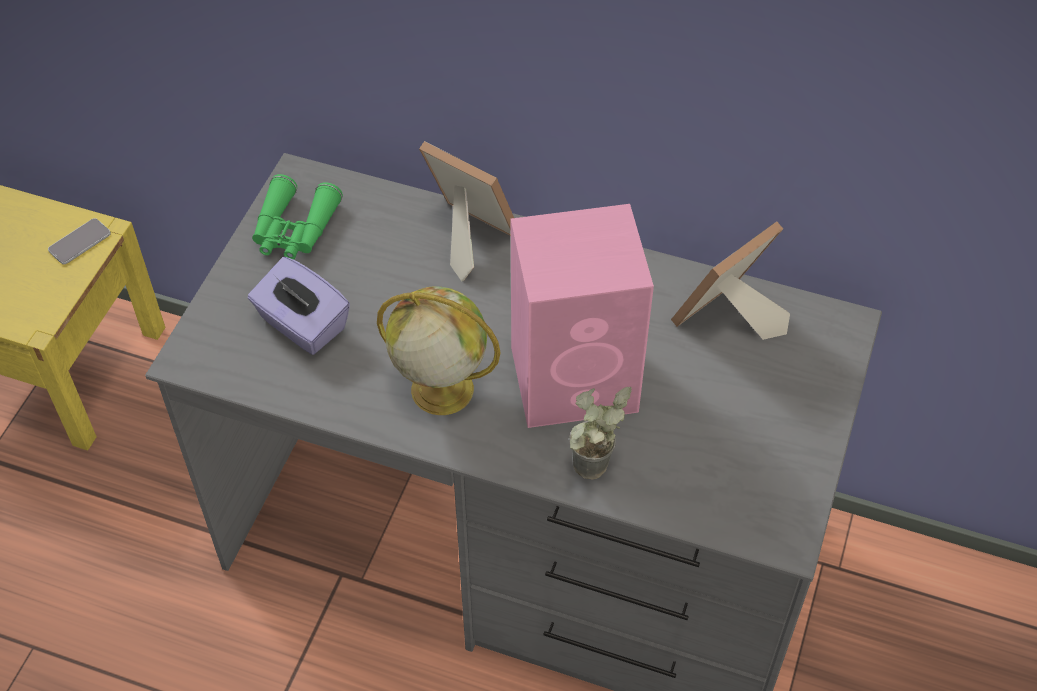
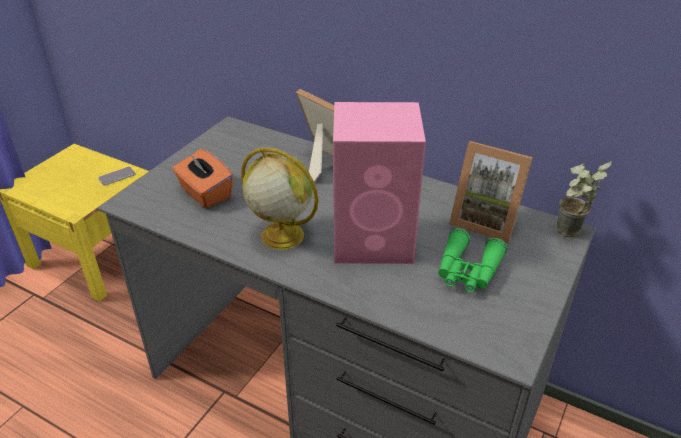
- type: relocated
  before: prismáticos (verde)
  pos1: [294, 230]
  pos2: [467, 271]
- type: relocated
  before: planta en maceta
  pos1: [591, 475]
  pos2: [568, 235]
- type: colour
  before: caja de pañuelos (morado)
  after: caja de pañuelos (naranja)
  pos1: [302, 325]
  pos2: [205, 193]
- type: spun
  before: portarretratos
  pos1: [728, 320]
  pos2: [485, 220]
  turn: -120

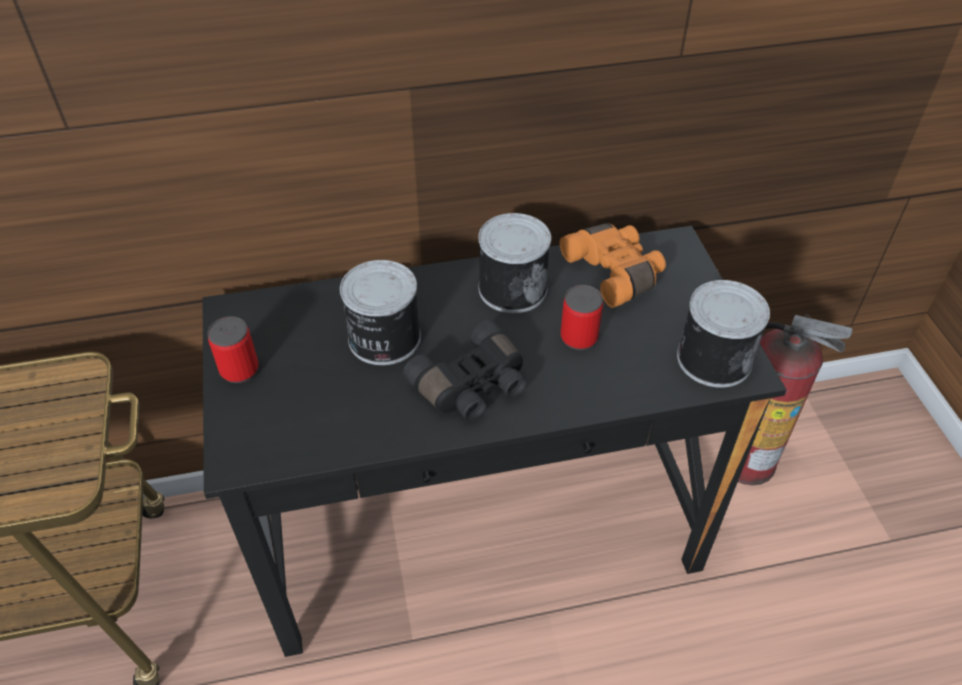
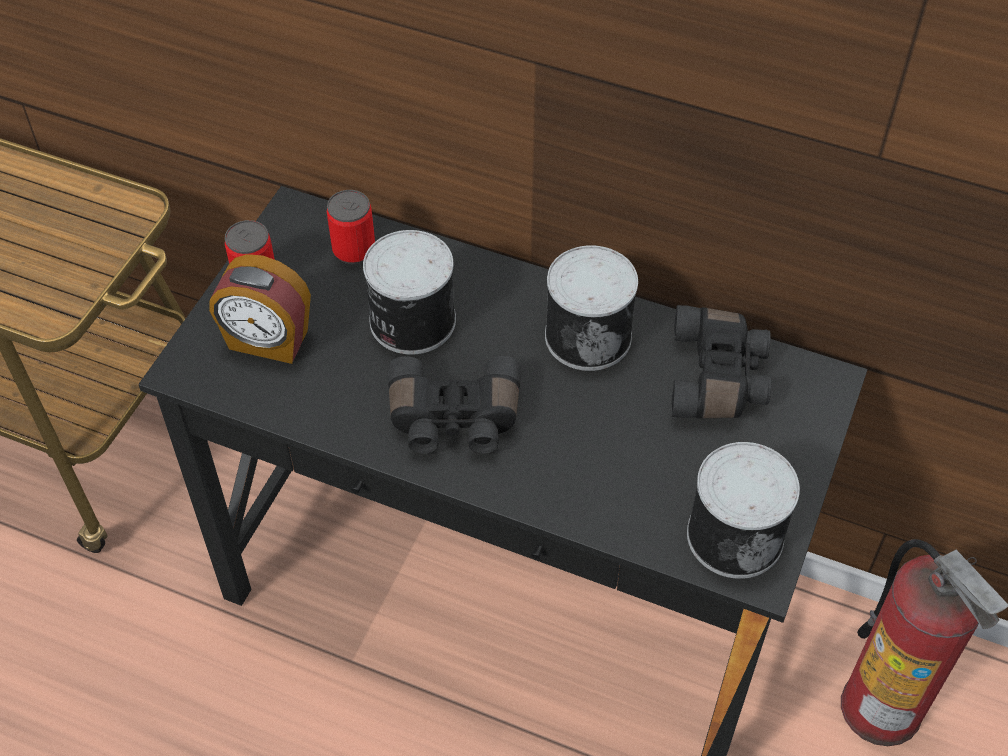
- type: appeared
  after: despertador
  pos2: [267, 341]
- type: relocated
  before: lata
  pos1: [579, 337]
  pos2: [354, 250]
- type: colour
  before: prismáticos (naranja)
  after: prismáticos (negro)
  pos1: [615, 272]
  pos2: [719, 377]

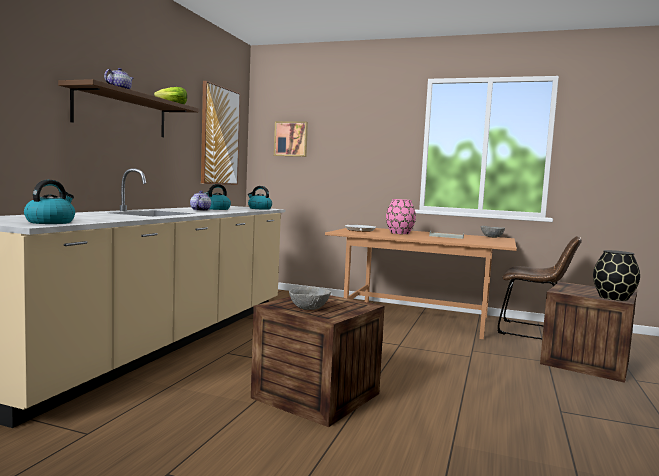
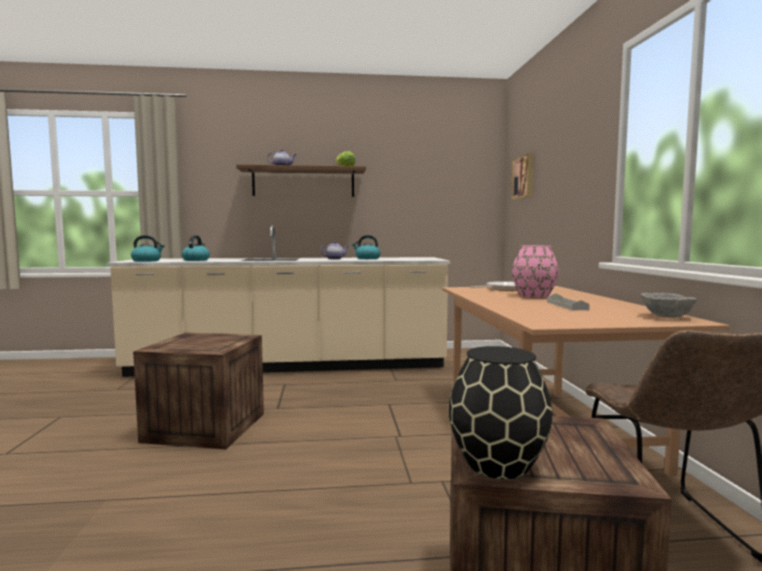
- type: missing
  before: cuadro
  pos1: [219, 136]
- type: missing
  before: cuenco (gris)
  pos1: [309, 309]
- type: relocated
  before: hervidor
  pos1: [259, 208]
  pos2: [196, 260]

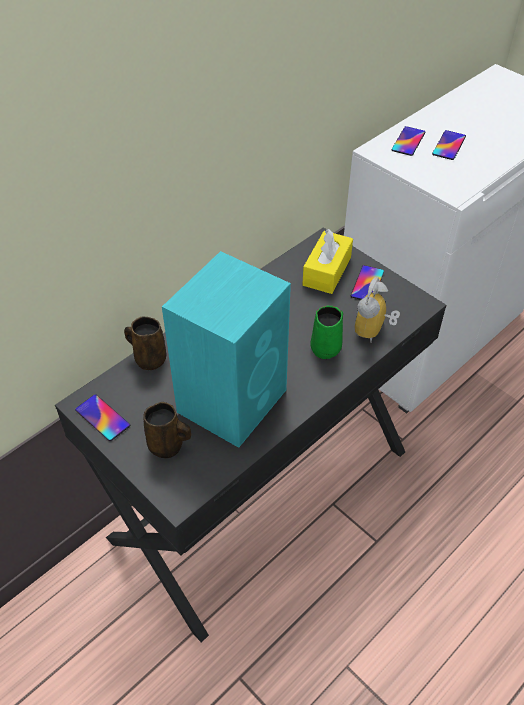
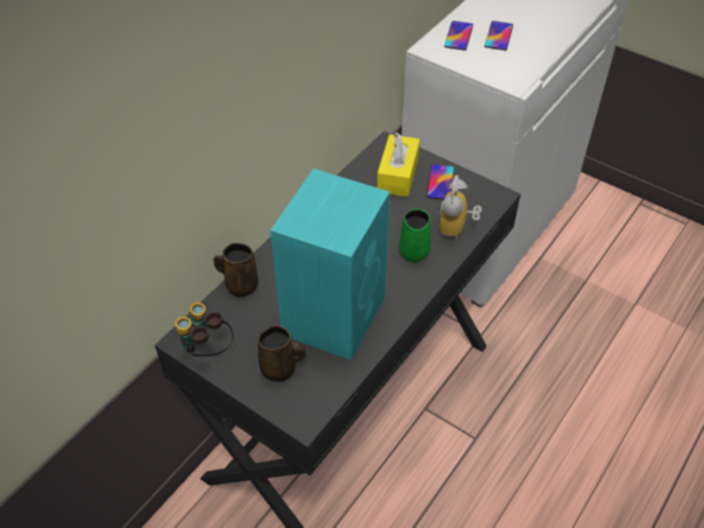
- type: exchanged
  before: móvil
  after: prismáticos
  pos1: [102, 418]
  pos2: [207, 351]

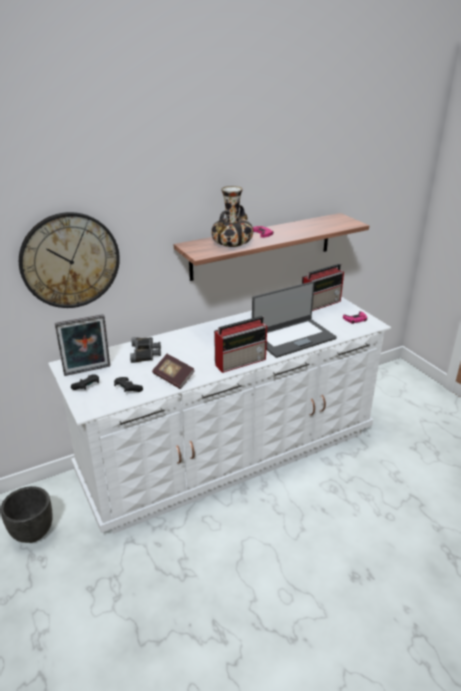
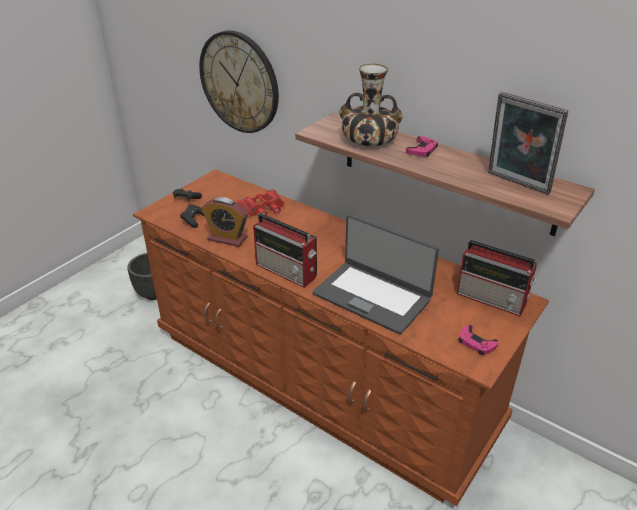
- type: relocated
  before: portarretratos
  pos1: [87, 371]
  pos2: [516, 184]
- type: exchanged
  before: libro
  after: despertador
  pos1: [173, 378]
  pos2: [227, 238]
- type: colour
  before: cómoda (blanco)
  after: cómoda (marrón)
  pos1: [229, 452]
  pos2: [319, 377]
- type: colour
  before: prismáticos (negro)
  after: prismáticos (rojo)
  pos1: [145, 353]
  pos2: [263, 208]

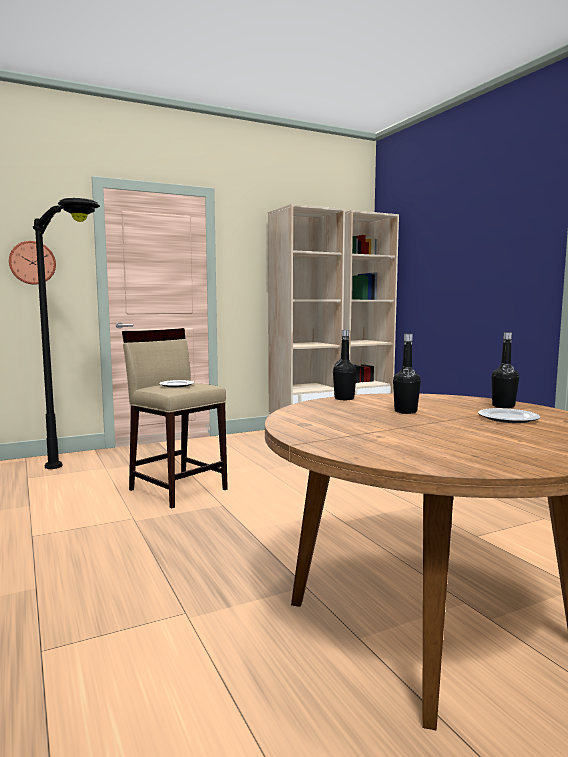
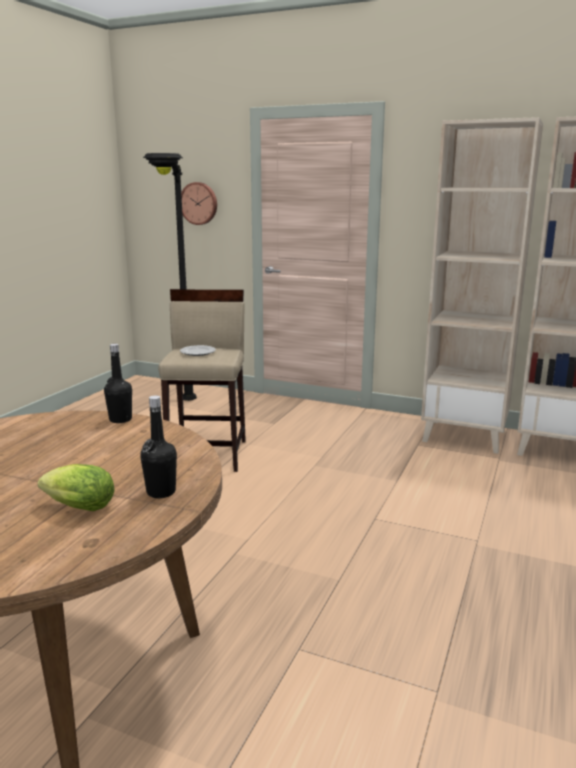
- type: missing
  before: botella (negro)
  pos1: [405, 411]
- type: exchanged
  before: plato
  after: lechuga
  pos1: [508, 418]
  pos2: [76, 507]

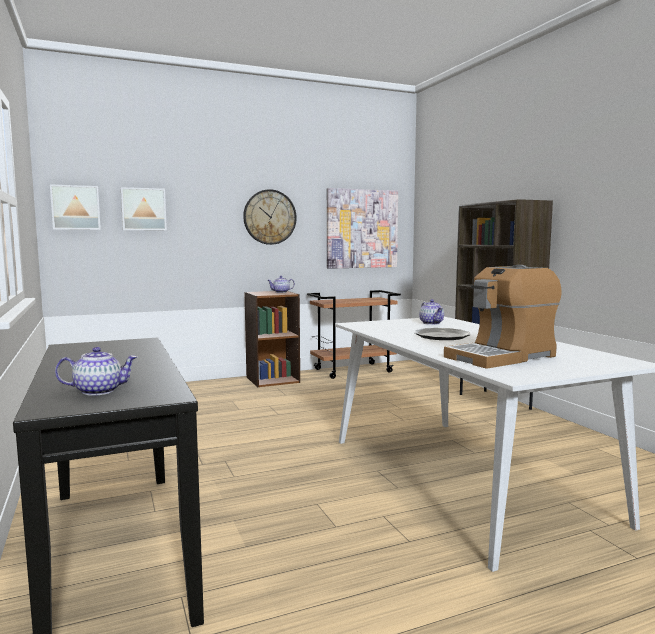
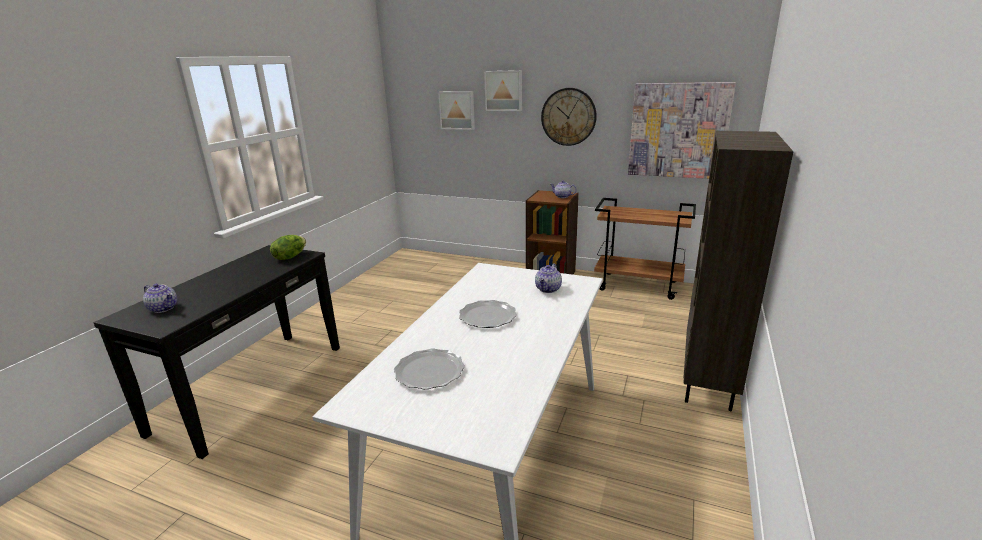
- type: appeared
  after: lechuga
  pos2: [290, 257]
- type: relocated
  before: cuadro
  pos1: [75, 207]
  pos2: [504, 90]
- type: exchanged
  before: cafetera
  after: plato
  pos1: [502, 357]
  pos2: [429, 372]

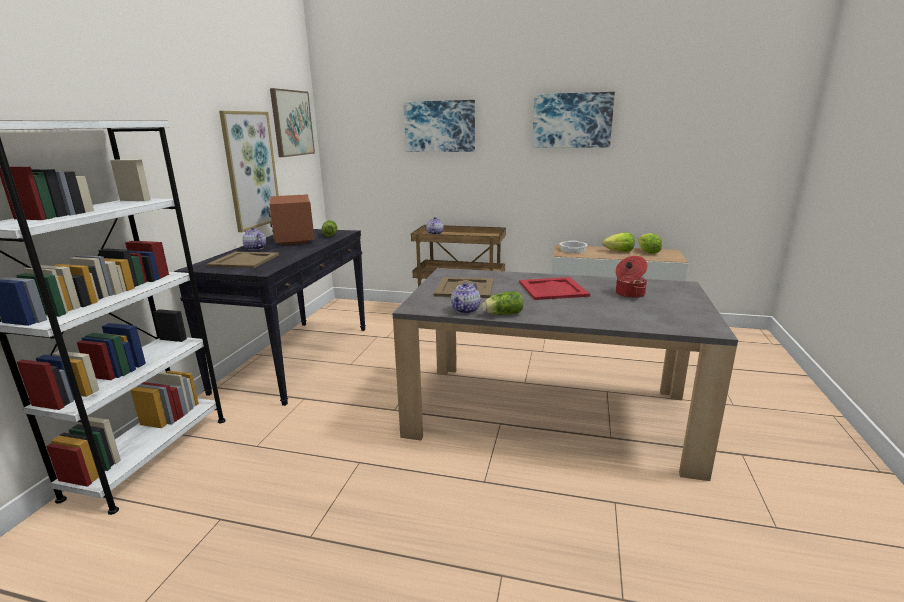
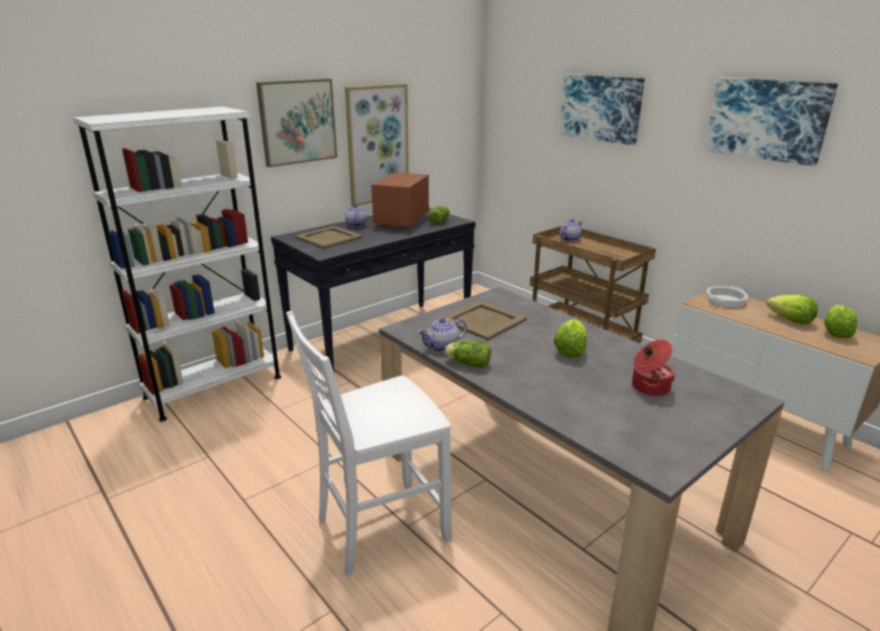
- type: appeared
  after: silla (blanco)
  pos2: [379, 528]
- type: relocated
  before: cuadro
  pos1: [292, 123]
  pos2: [297, 122]
- type: exchanged
  before: bandeja (rojo)
  after: lechuga
  pos1: [552, 289]
  pos2: [570, 351]

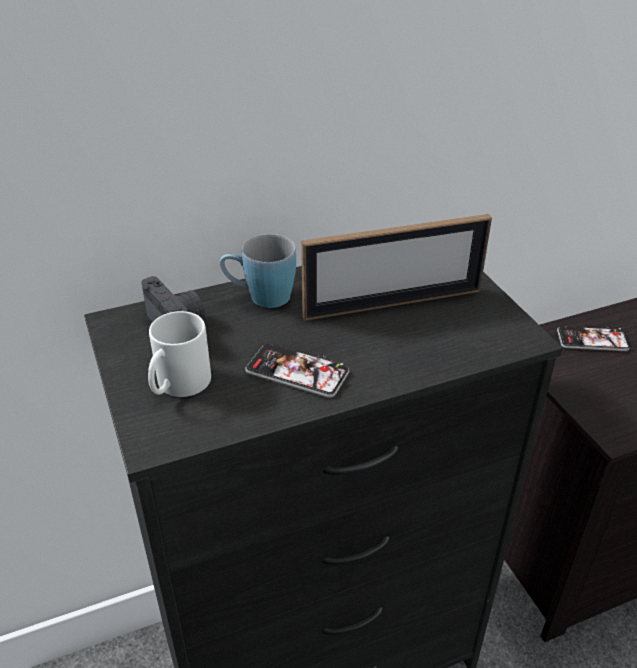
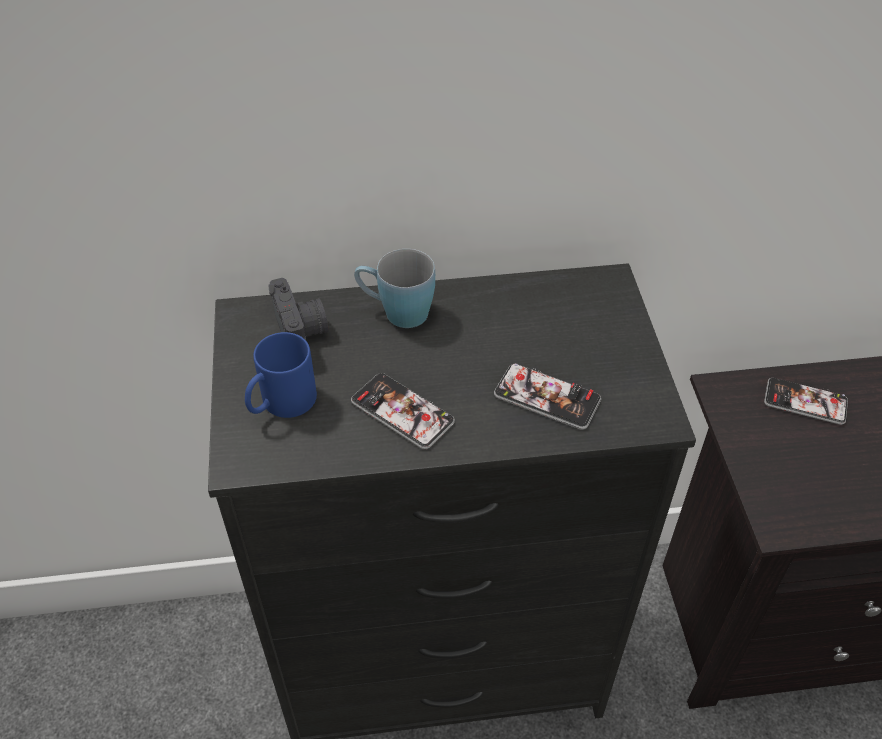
- type: missing
  before: portarretratos
  pos1: [393, 303]
- type: appeared
  after: móvil
  pos2: [547, 397]
- type: colour
  before: taza grande (blanco)
  after: taza grande (azul)
  pos1: [178, 386]
  pos2: [281, 404]

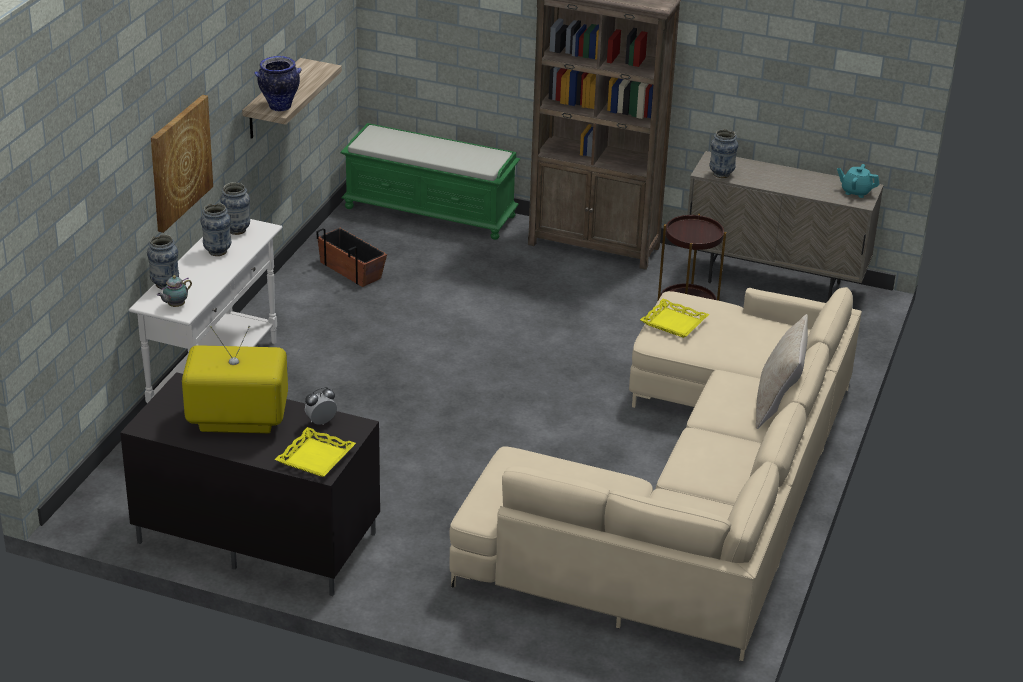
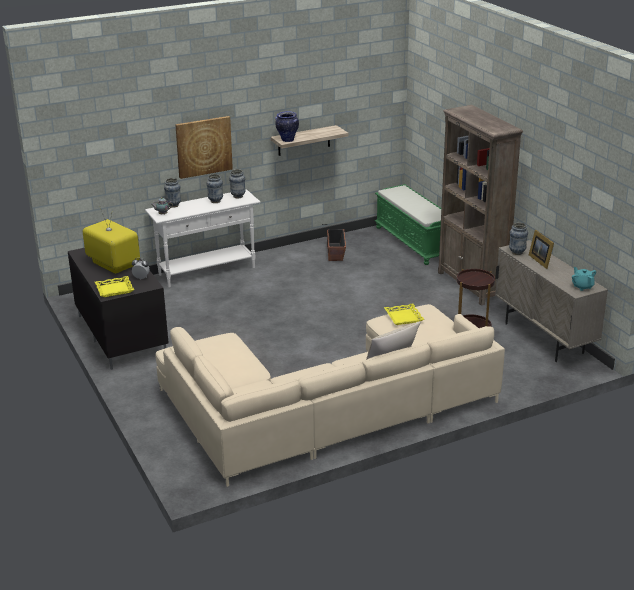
- type: appeared
  after: portarretratos
  pos2: [540, 260]

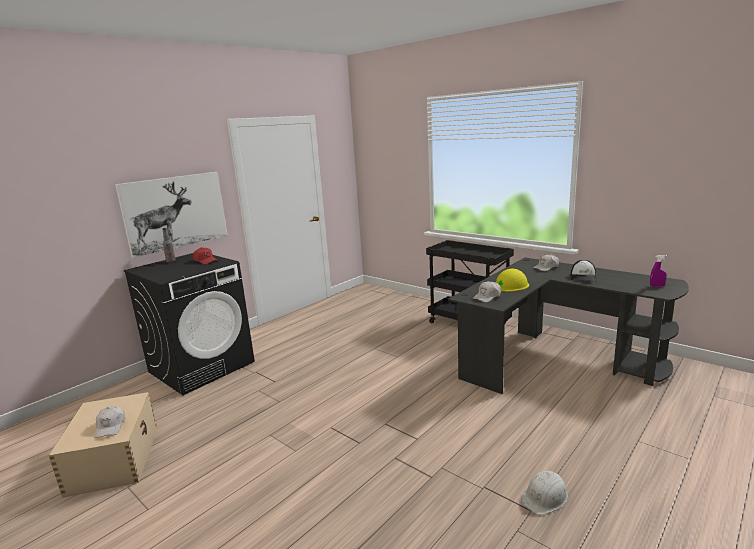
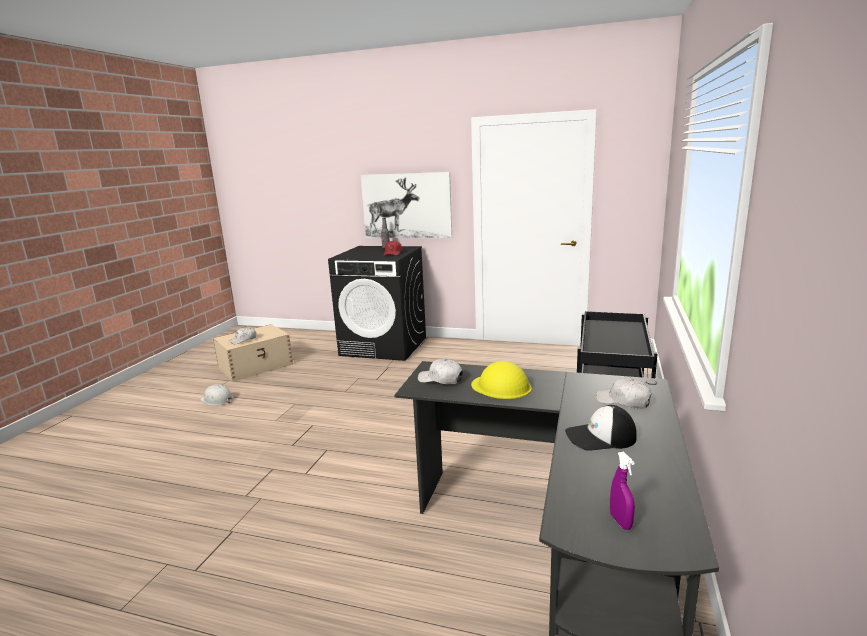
- type: relocated
  before: casco (blanco)
  pos1: [545, 497]
  pos2: [217, 400]

